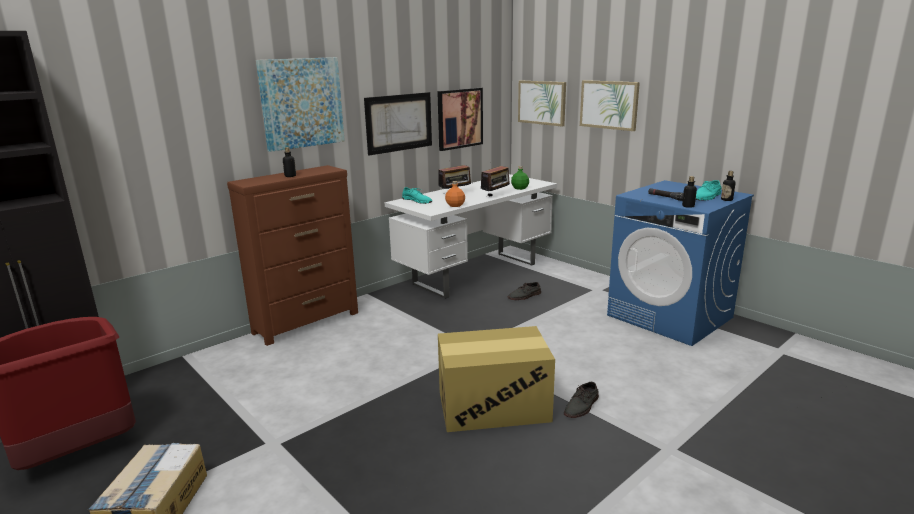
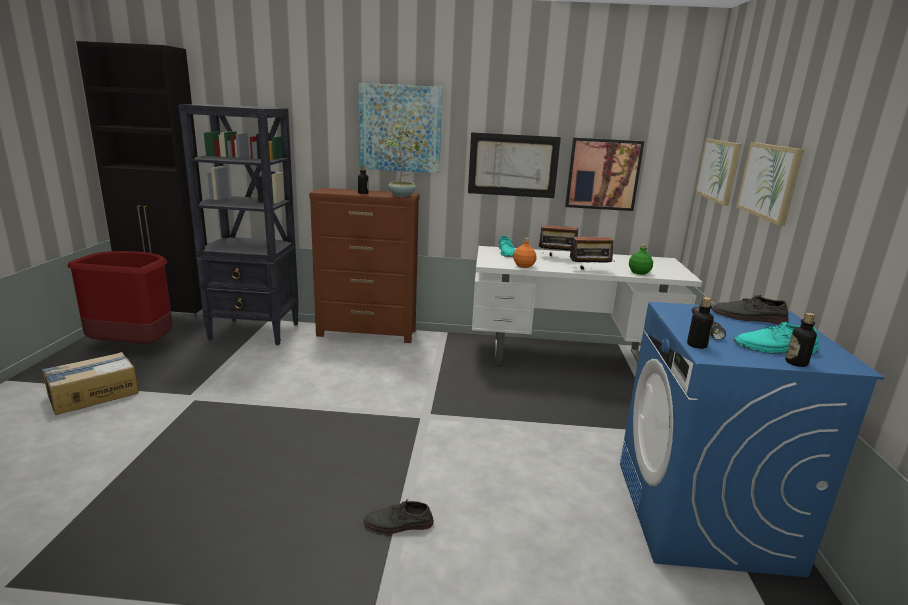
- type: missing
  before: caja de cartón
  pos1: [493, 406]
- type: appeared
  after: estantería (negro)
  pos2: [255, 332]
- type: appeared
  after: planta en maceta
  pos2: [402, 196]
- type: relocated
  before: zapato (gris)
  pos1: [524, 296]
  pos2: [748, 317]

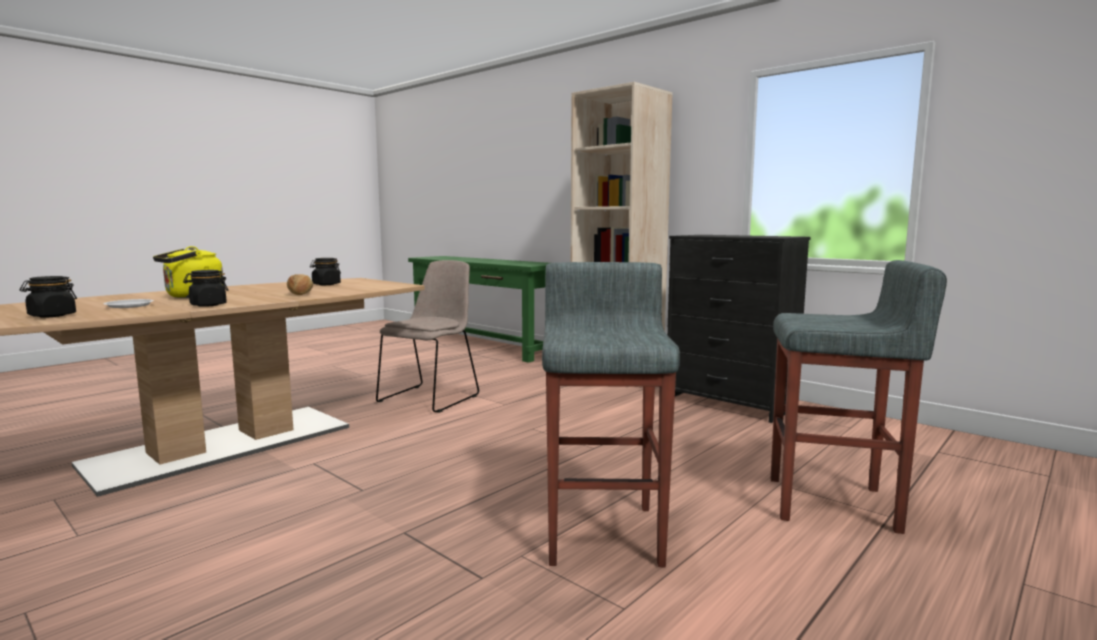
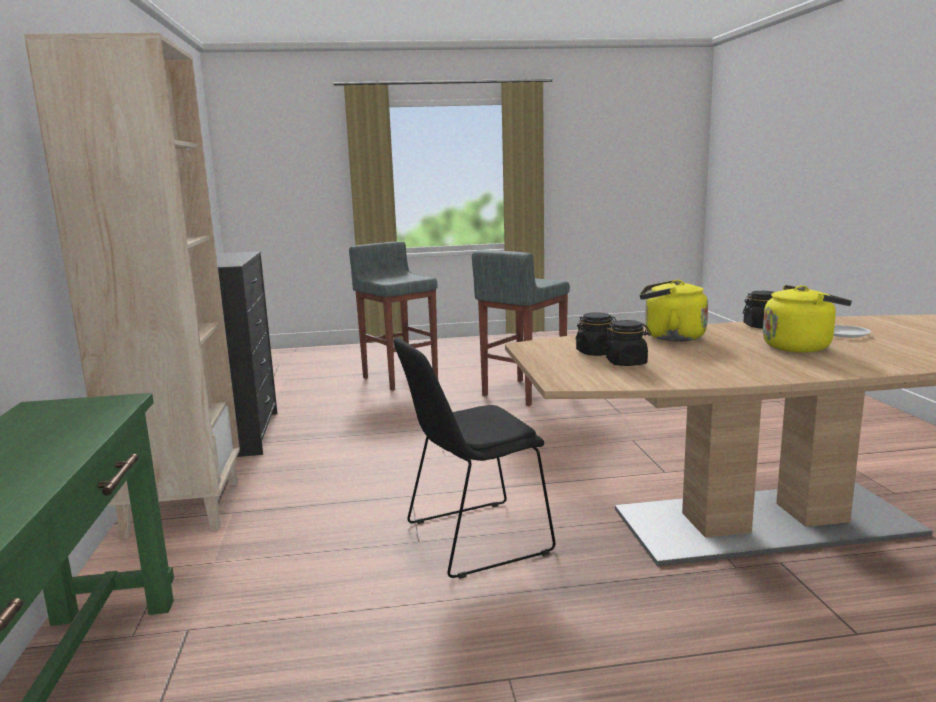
- type: relocated
  before: tarro (negro)
  pos1: [52, 316]
  pos2: [596, 353]
- type: exchanged
  before: pan
  after: hervidor (amarillo)
  pos1: [300, 294]
  pos2: [670, 337]
- type: colour
  before: silla (beis)
  after: silla (negro)
  pos1: [431, 397]
  pos2: [472, 539]

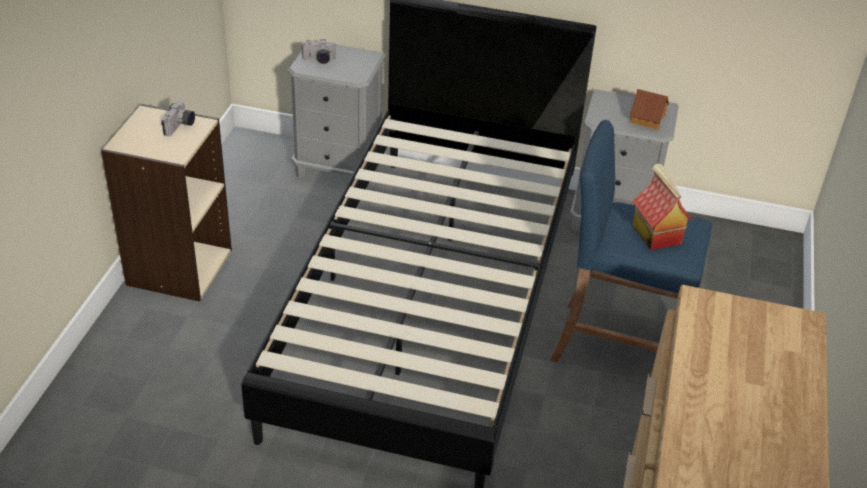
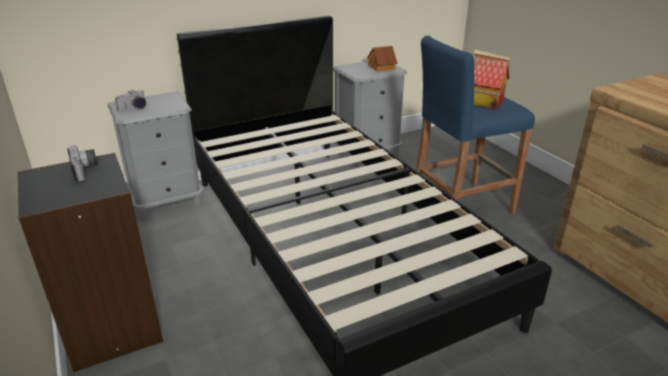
- type: colour
  before: estantería (beis)
  after: estantería (negro)
  pos1: [178, 267]
  pos2: [111, 328]

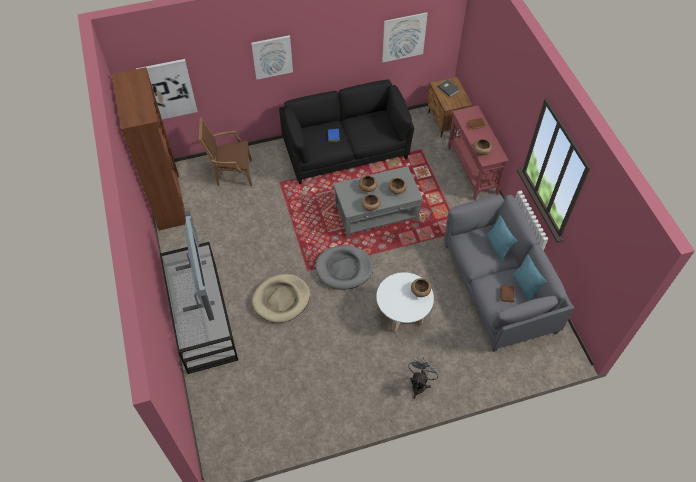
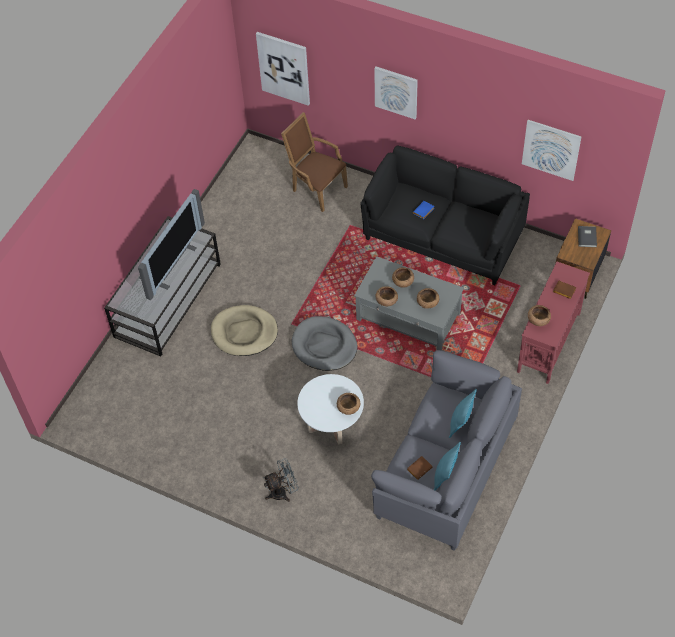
- type: missing
  before: estantería (marrón)
  pos1: [168, 200]

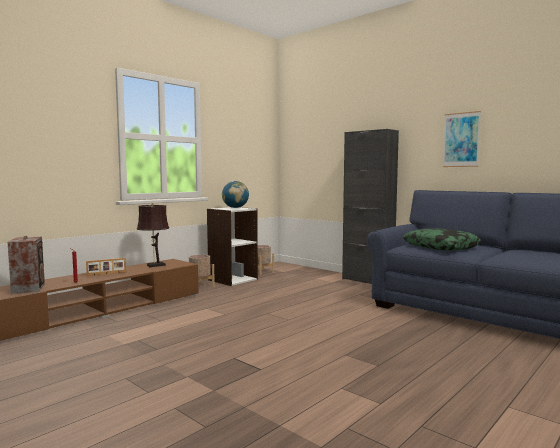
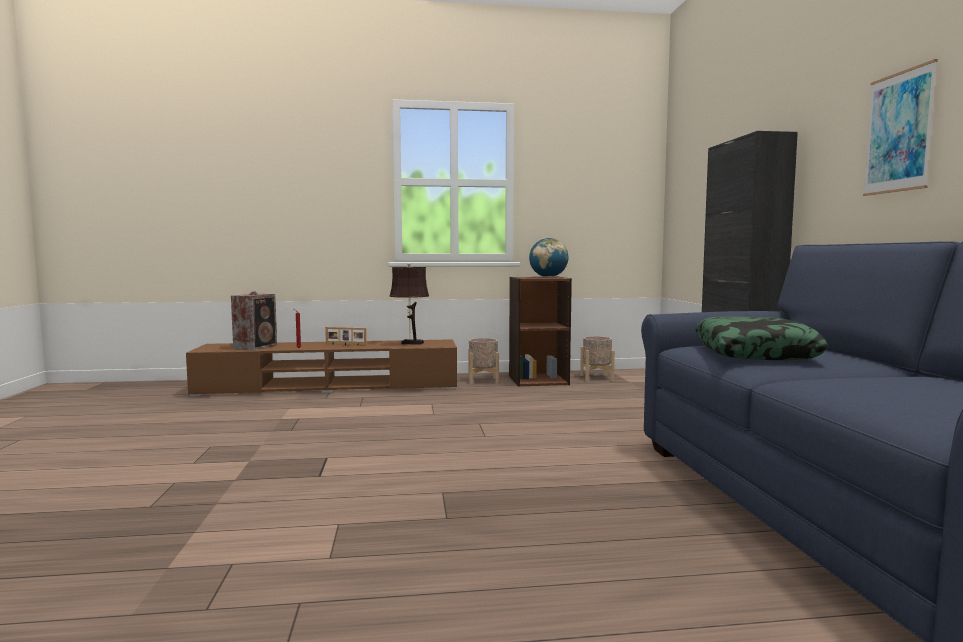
- type: colour
  before: estantería (blanco)
  after: estantería (marrón)
  pos1: [232, 279]
  pos2: [538, 380]

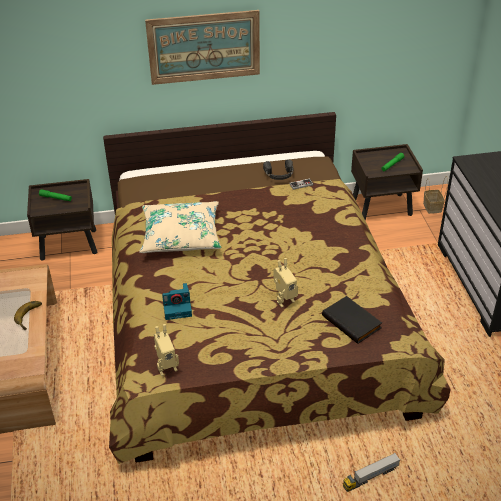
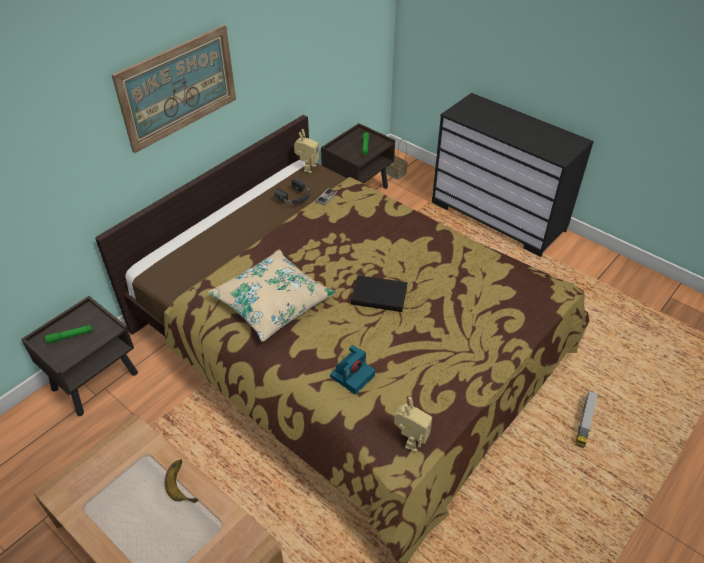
- type: relocated
  before: robot de juguete
  pos1: [284, 300]
  pos2: [307, 168]
- type: relocated
  before: libro (negro)
  pos1: [352, 321]
  pos2: [379, 295]

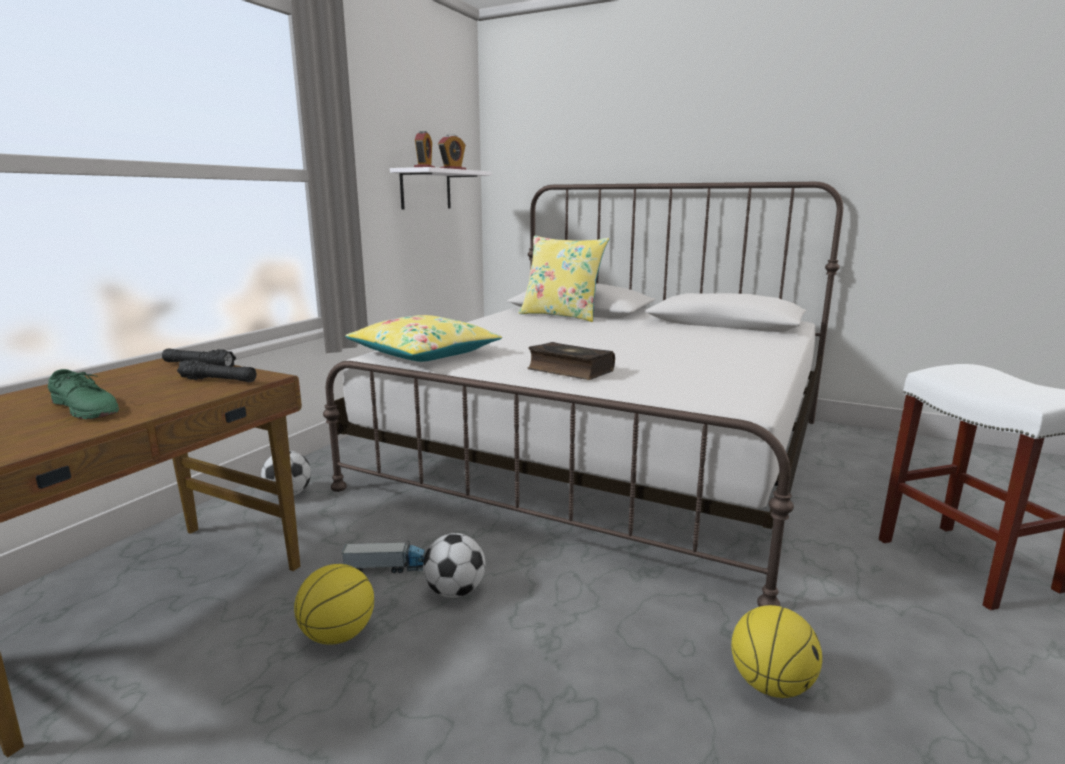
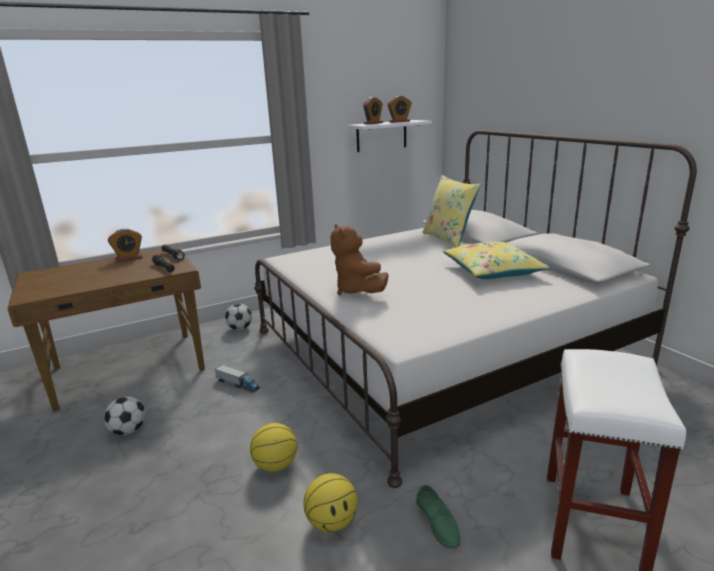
- type: appeared
  after: despertador
  pos2: [129, 258]
- type: relocated
  before: zapato (verde)
  pos1: [86, 408]
  pos2: [438, 521]
- type: relocated
  before: balón de baloncesto
  pos1: [337, 635]
  pos2: [275, 465]
- type: relocated
  before: cojín (amarillo)
  pos1: [424, 354]
  pos2: [492, 271]
- type: relocated
  before: balón de fútbol
  pos1: [455, 591]
  pos2: [129, 431]
- type: exchanged
  before: libro
  after: peluche (marrón)
  pos1: [569, 371]
  pos2: [357, 291]

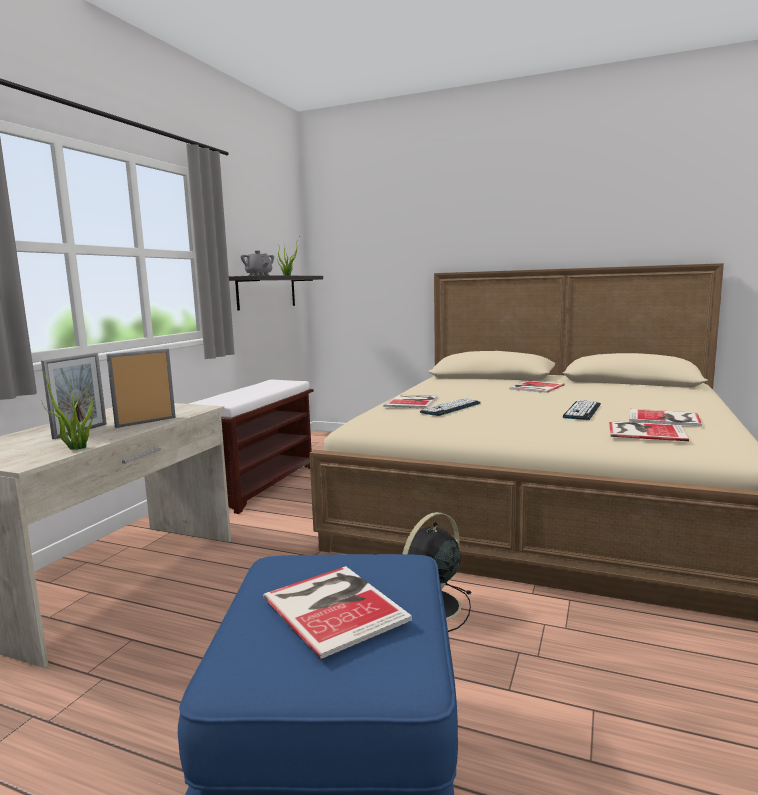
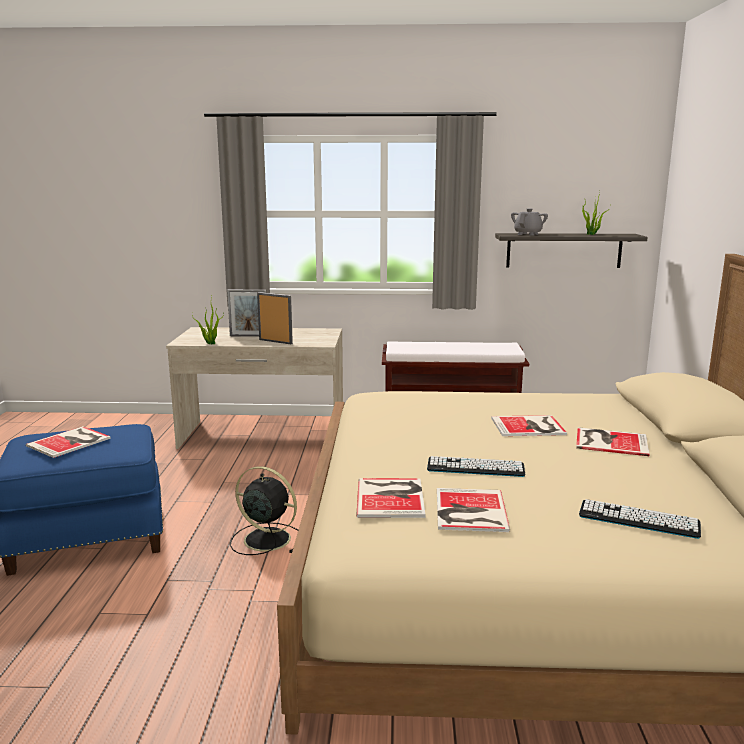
- type: relocated
  before: libro
  pos1: [413, 401]
  pos2: [530, 427]
- type: relocated
  before: teclado
  pos1: [451, 408]
  pos2: [638, 520]

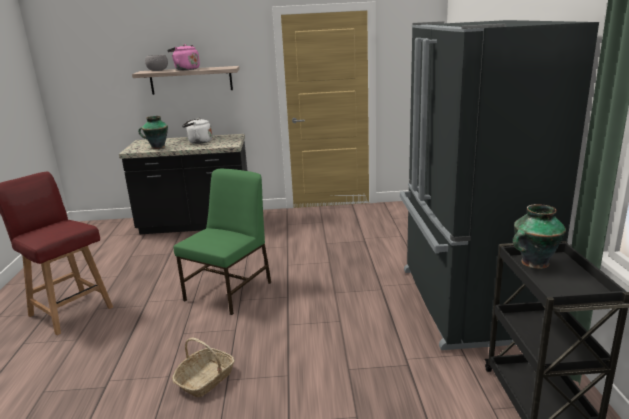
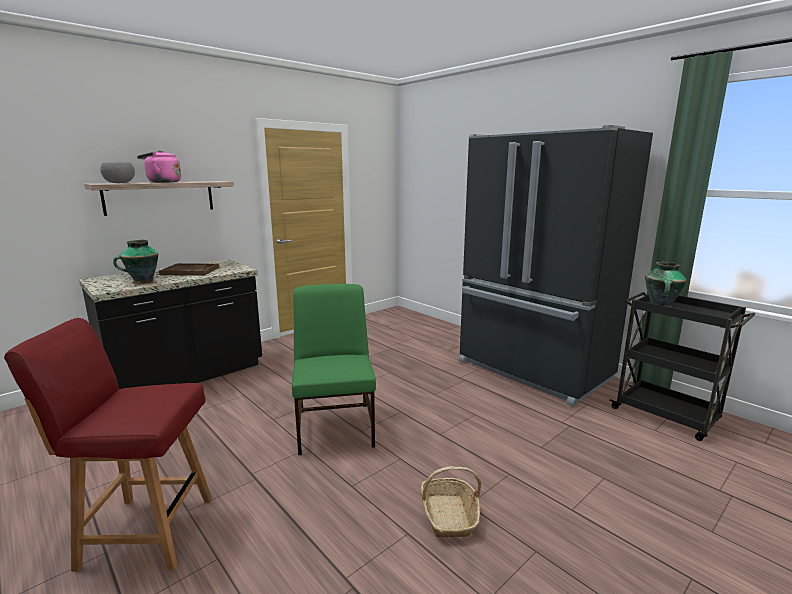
- type: exchanged
  before: hervidor (blanco)
  after: bandeja (marrón)
  pos1: [198, 142]
  pos2: [190, 271]

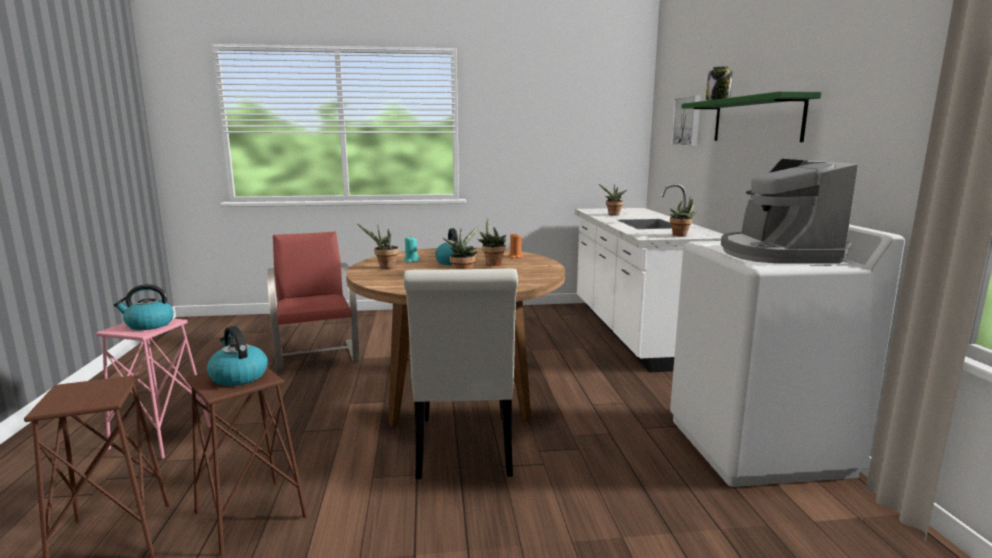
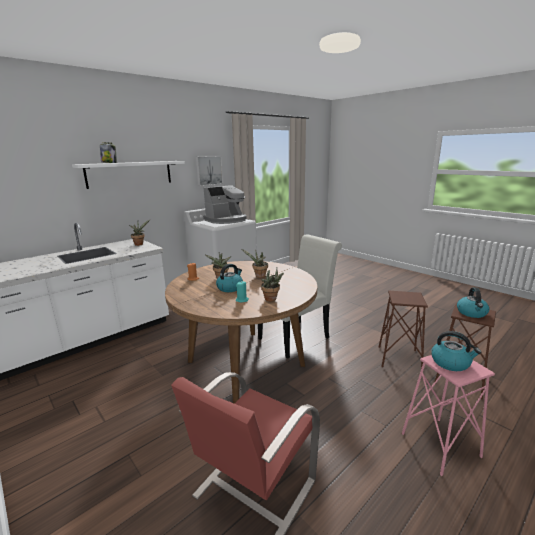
- type: missing
  before: planta en maceta
  pos1: [613, 215]
- type: relocated
  before: hervidor
  pos1: [238, 376]
  pos2: [472, 313]
- type: relocated
  before: cuadro
  pos1: [688, 121]
  pos2: [208, 170]
- type: colour
  before: estante (verde)
  after: estante (blanco)
  pos1: [756, 120]
  pos2: [130, 174]

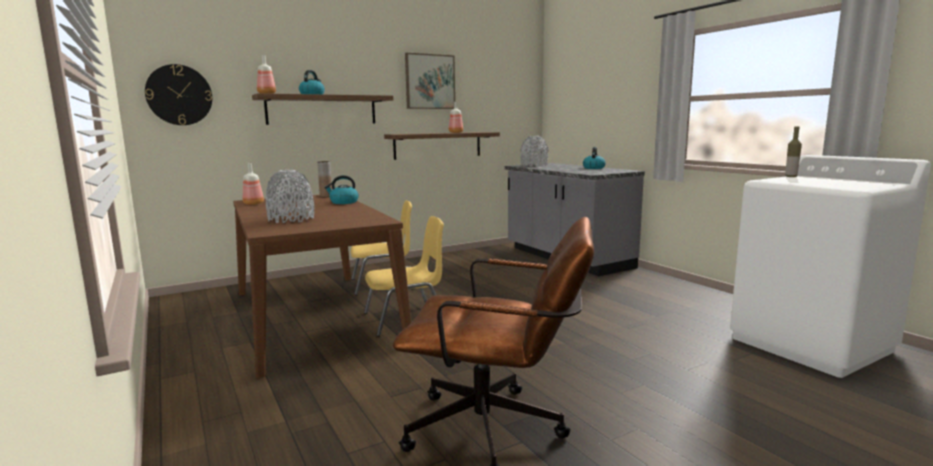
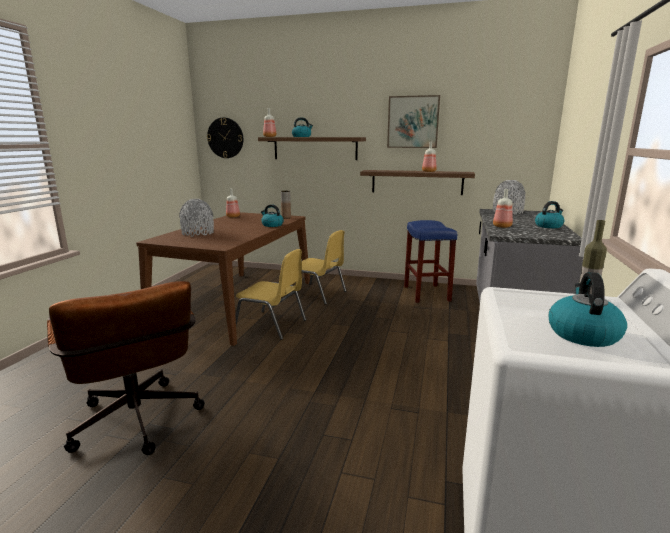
- type: appeared
  after: taburete (azul)
  pos2: [427, 294]
- type: appeared
  after: botella
  pos2: [502, 226]
- type: appeared
  after: hervidor
  pos2: [582, 334]

